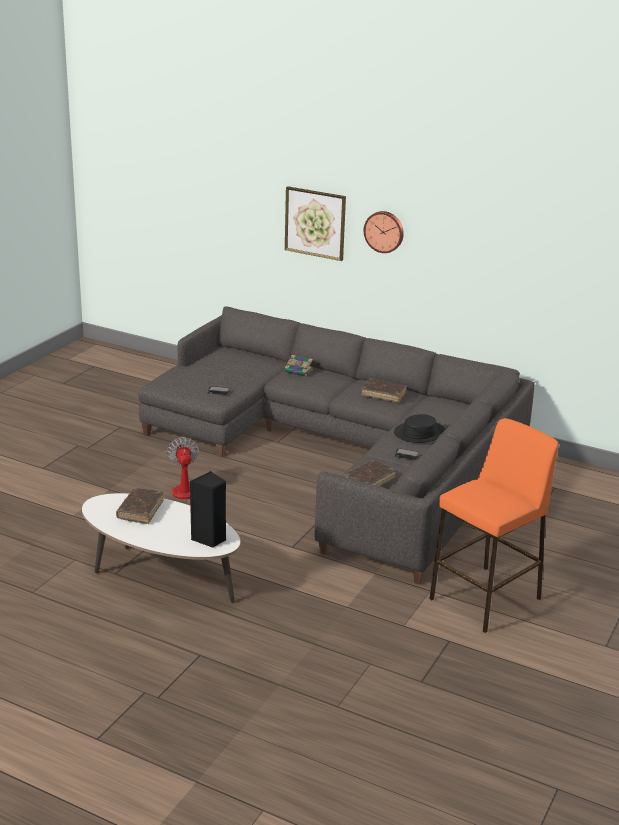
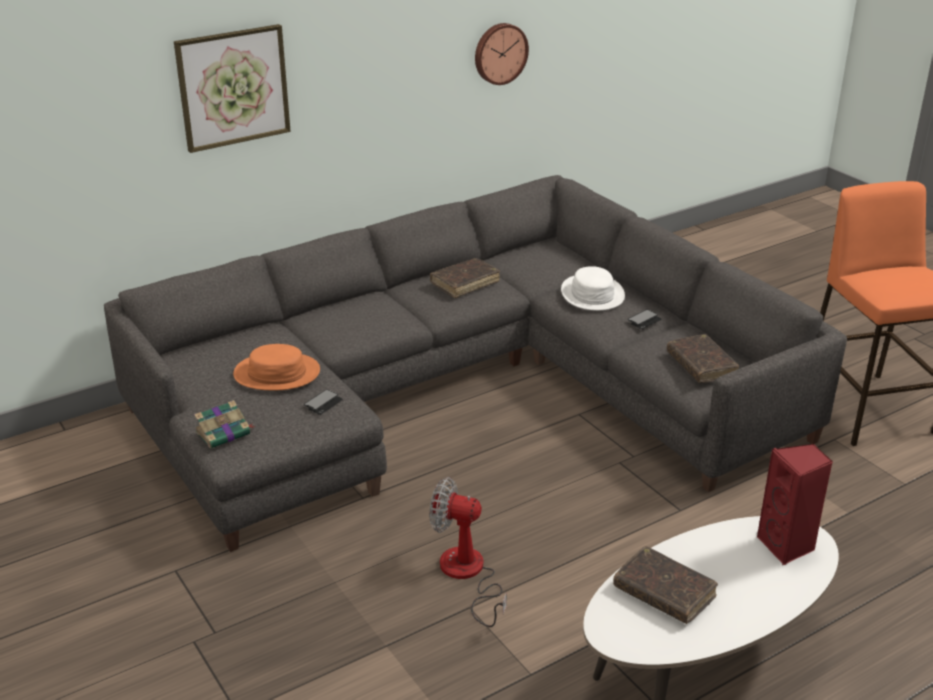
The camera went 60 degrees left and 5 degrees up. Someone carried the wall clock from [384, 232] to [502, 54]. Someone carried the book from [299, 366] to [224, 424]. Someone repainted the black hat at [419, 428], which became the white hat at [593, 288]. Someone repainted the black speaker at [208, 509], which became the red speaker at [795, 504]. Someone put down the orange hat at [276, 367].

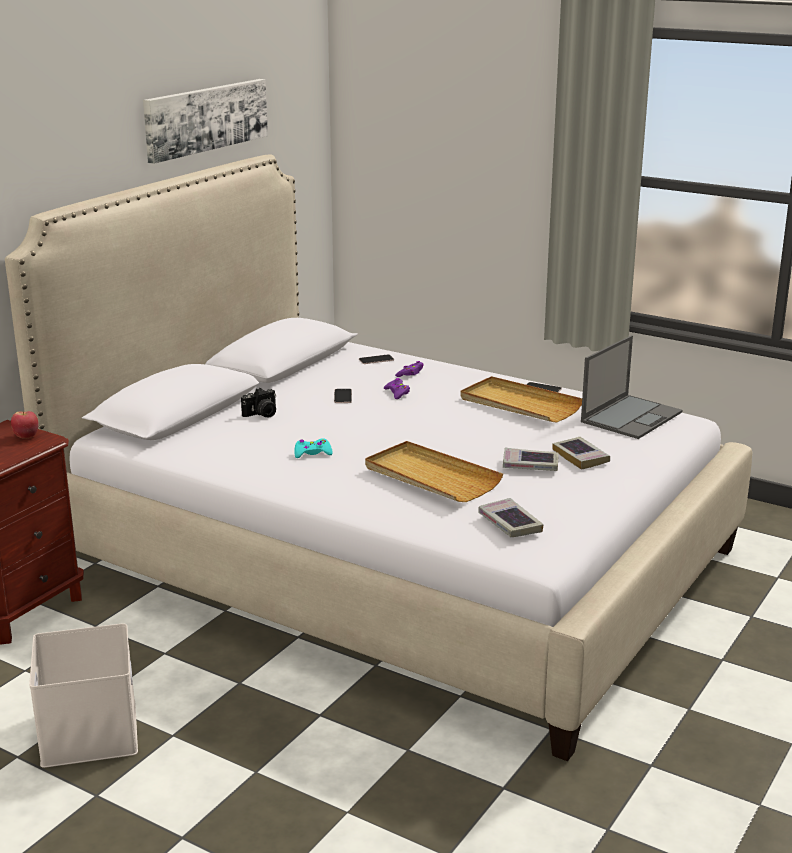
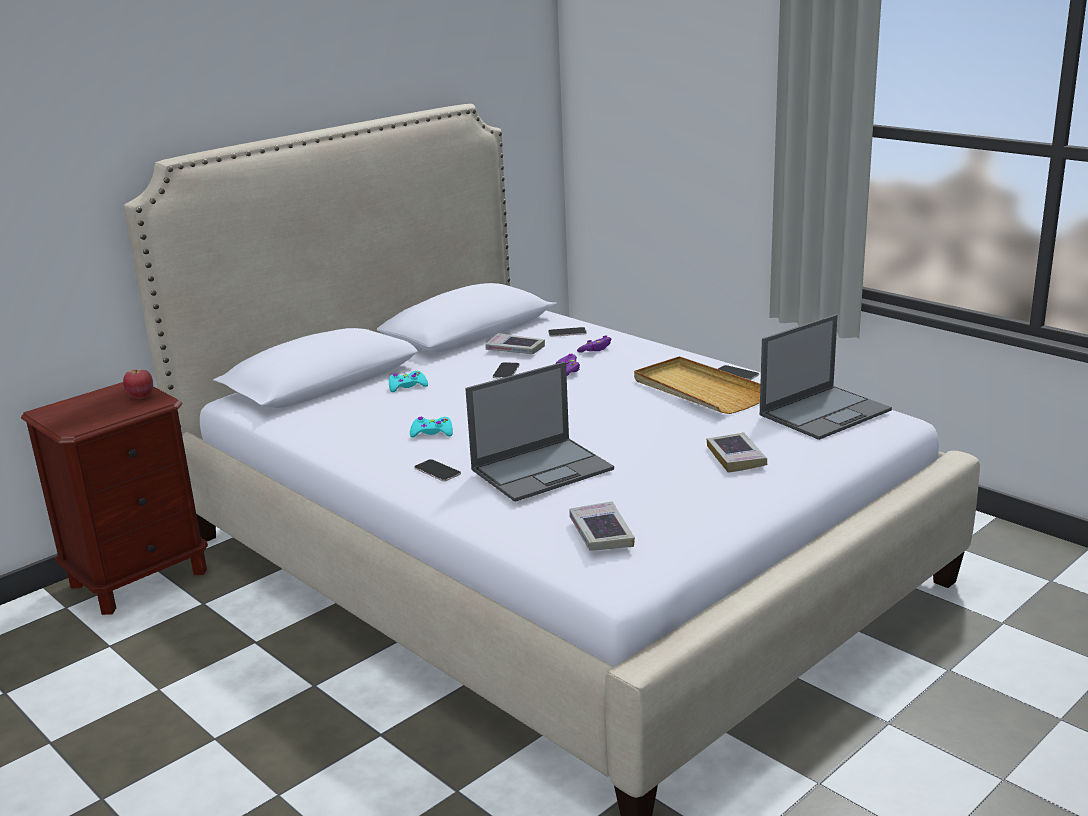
The camera went 15 degrees right and 0 degrees up. Someone took away the picture at [205, 121]. Someone swapped the photo camera at [258, 403] for the turquoise game controller at [408, 381]. Someone swapped the beige tray at [434, 471] for the laptop at [539, 432]. Someone carried the book from [531, 459] to [515, 343]. Someone took away the white storage box at [83, 695]. Someone put down the phone at [437, 470].

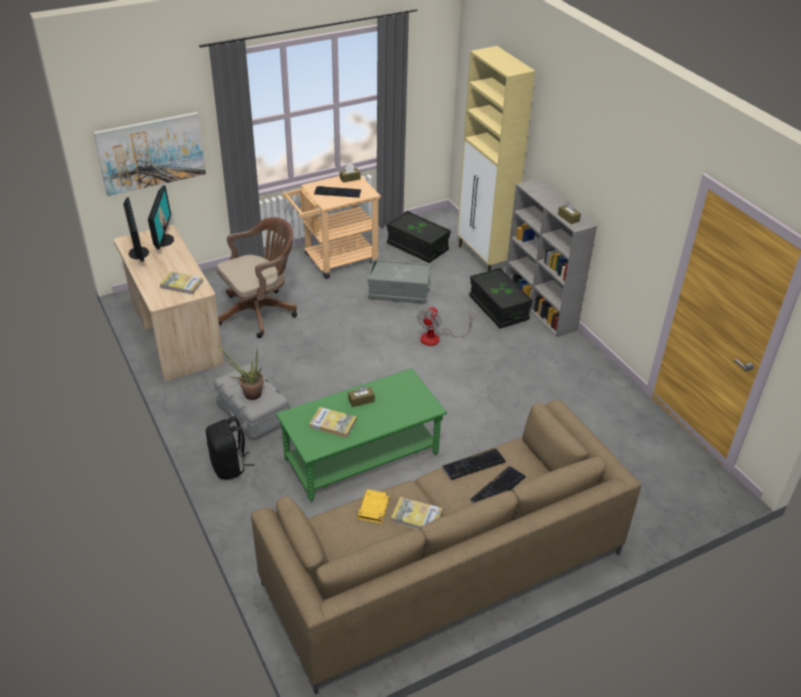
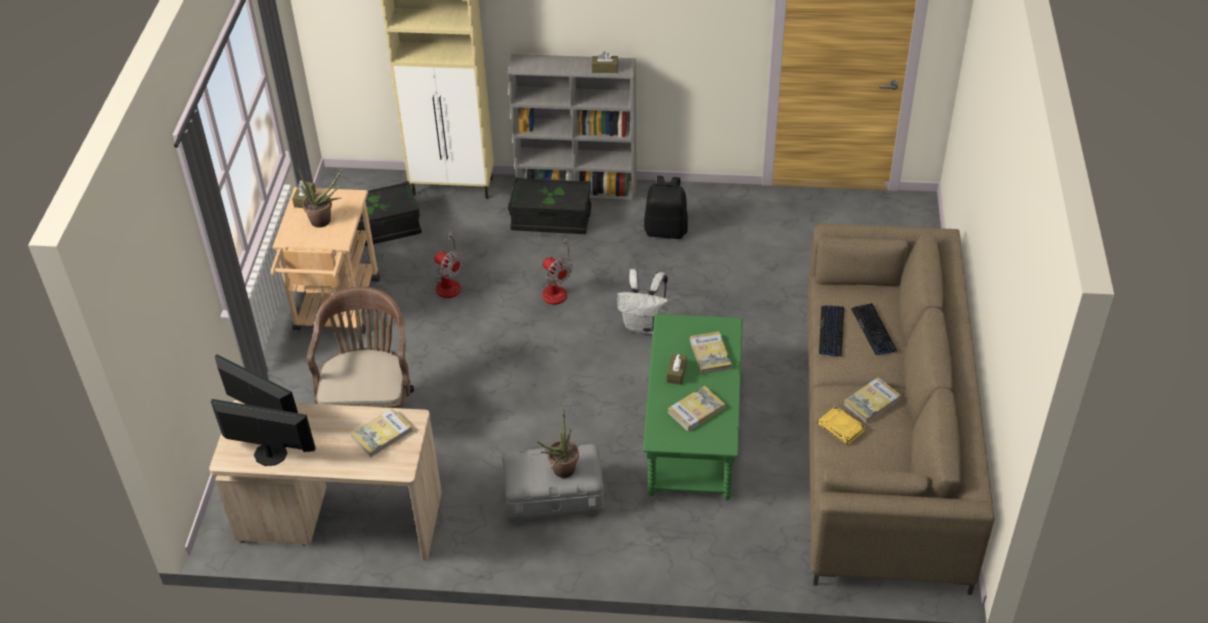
The camera went 55 degrees left and 5 degrees up. Someone took away the picture at [150, 154]. Someone swapped the keyboard at [337, 192] for the potted plant at [320, 196]. Someone swapped the grey storage box at [399, 281] for the fan at [449, 264]. Someone carried the black backpack from [230, 448] to [666, 207]. Someone put down the white backpack at [642, 301]. Someone put down the book at [711, 352].

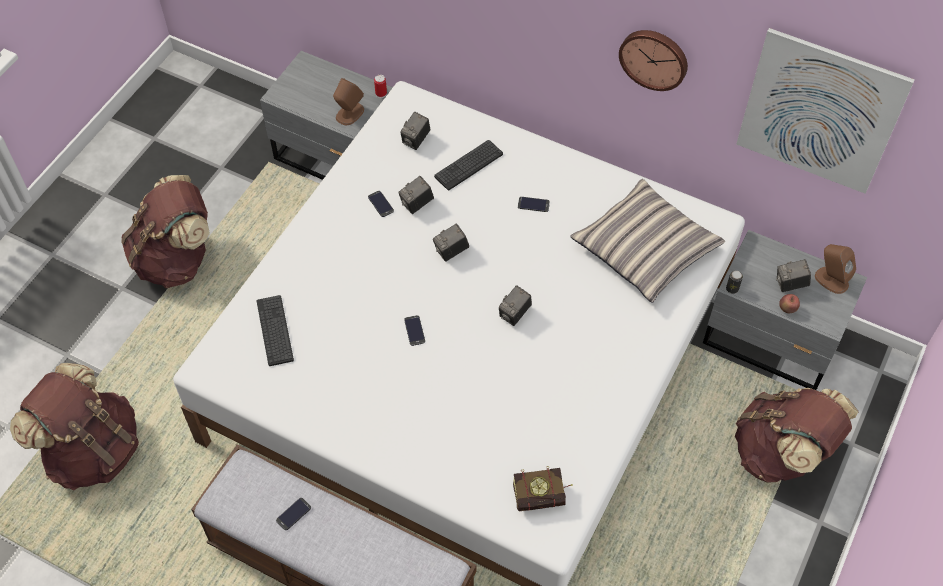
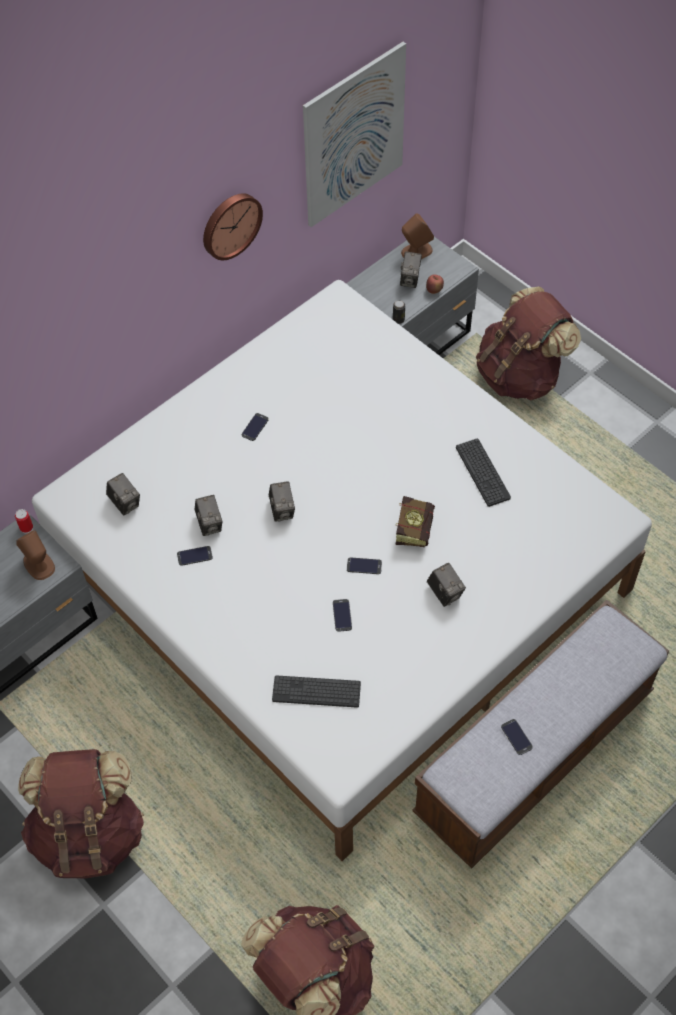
The camera went 70 degrees left and 0 degrees up. Someone carried the keyboard from [468, 165] to [483, 472]. Someone took away the pillow at [647, 241]. Someone carried the photo camera from [515, 305] to [446, 585]. Someone carried the book from [543, 489] to [415, 521]. Someone put down the phone at [342, 615].

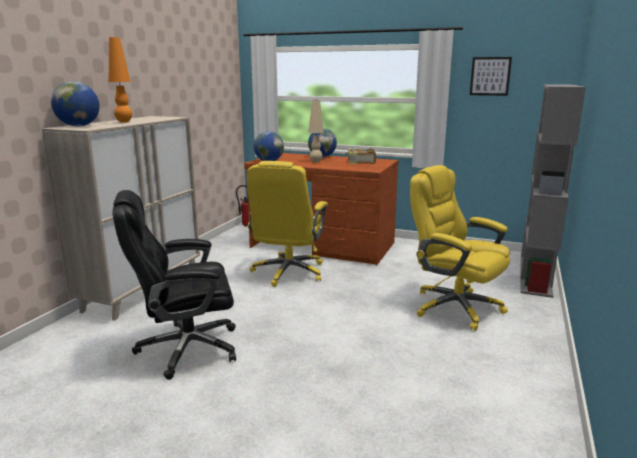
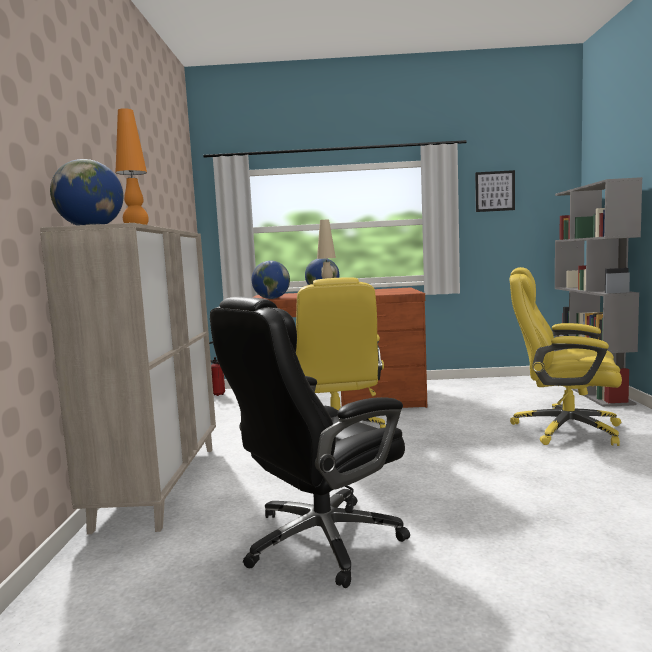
The camera went 20 degrees left and 10 degrees down. Someone took away the book at [359, 156].

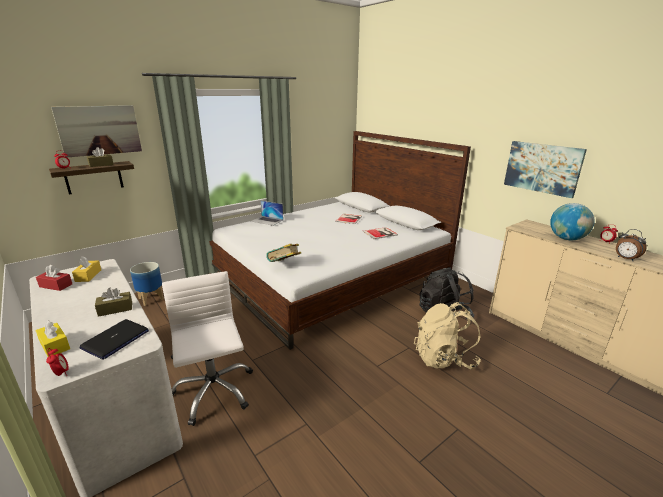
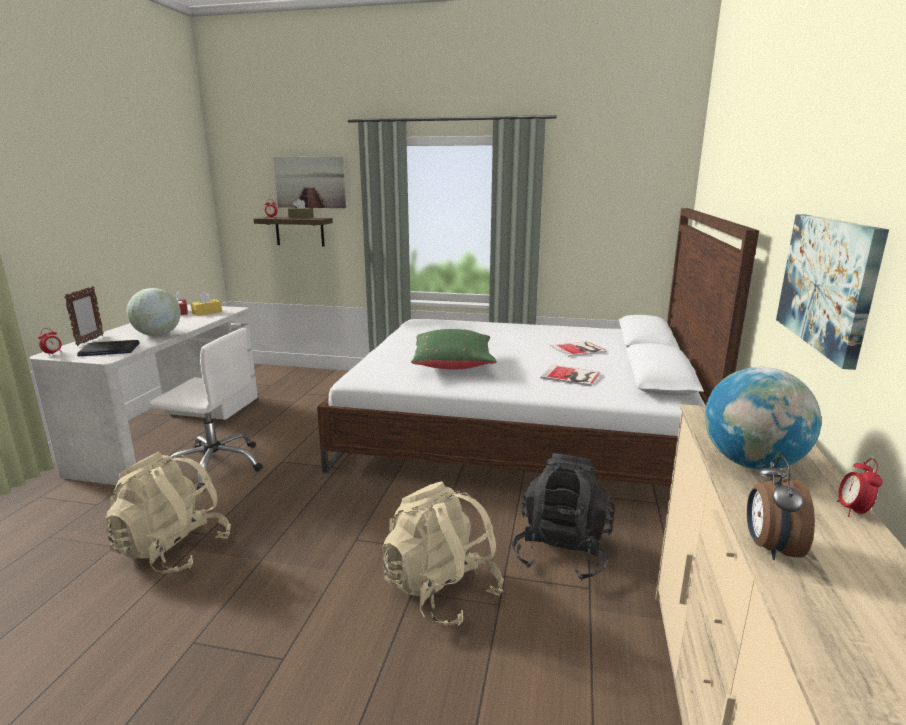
The camera went 50 degrees right and 5 degrees down. Someone took away the laptop at [267, 213]. Someone took away the book at [283, 253]. Someone took away the planter at [147, 284]. Someone rotated the white office chair at [207, 348] by 75 degrees clockwise. Someone swapped the brown tissue box at [113, 302] for the globe at [154, 312]. Someone swapped the yellow tissue box at [53, 338] for the picture frame at [84, 316]. Someone put down the green pillow at [454, 349]. Someone put down the beige backpack at [168, 513].

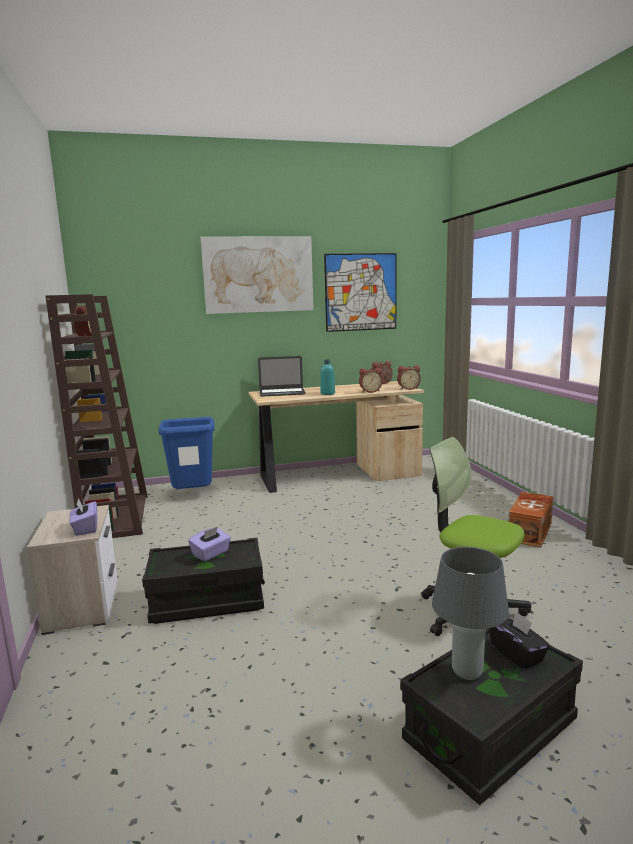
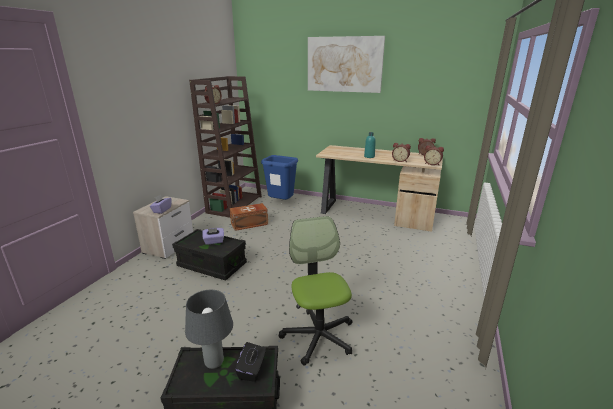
The camera went 35 degrees right and 10 degrees up. Someone took away the picture at [360, 292]. Someone took away the laptop at [282, 376]. Someone carried the brown storage box from [530, 520] to [249, 217].

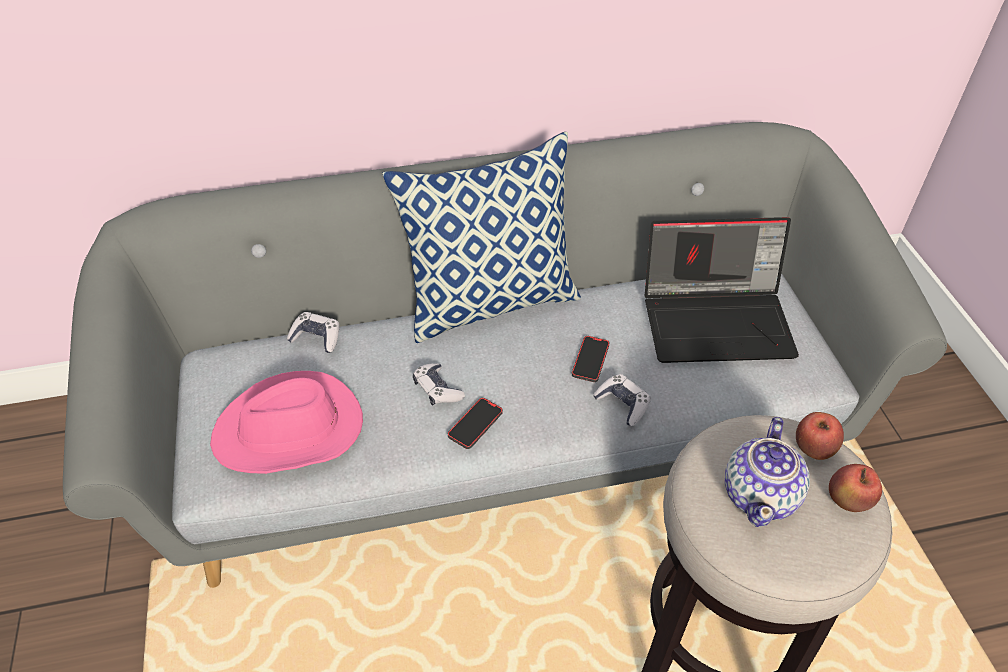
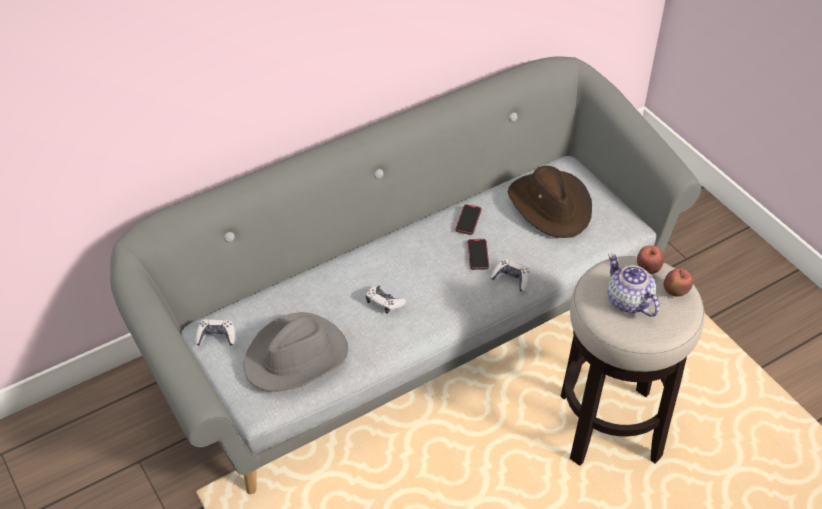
The camera went 20 degrees left and 0 degrees up. Someone took away the pillow at [481, 237]. Someone swapped the laptop at [722, 290] for the brown hat at [550, 202]. Someone carried the game controller from [313, 332] to [215, 332]. Someone repainted the pink hat at [286, 422], which became the grey hat at [295, 352]. Someone carried the phone from [475, 423] to [468, 219]. Someone rotated the teapot at [767, 472] by 150 degrees clockwise.

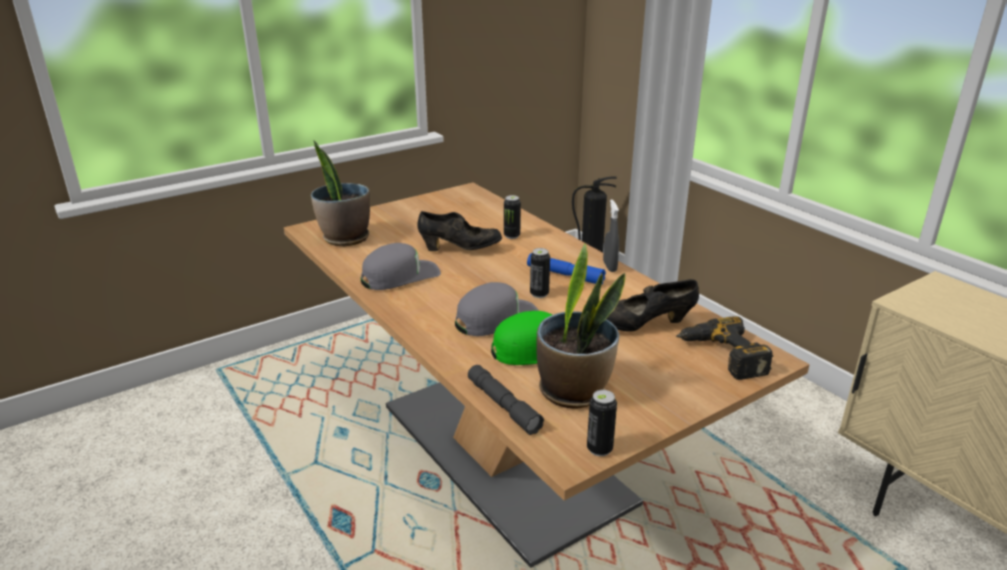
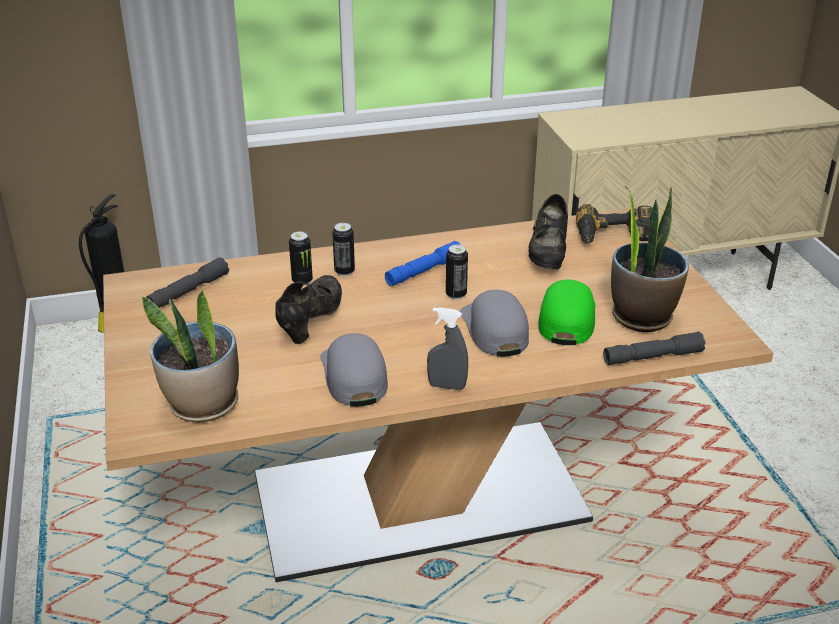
The camera went 70 degrees left and 5 degrees up. Someone carried the grey spray bottle from [611, 235] to [447, 348]. Someone carried the can from [602, 423] to [343, 249]. Someone put down the grey flashlight at [187, 282].

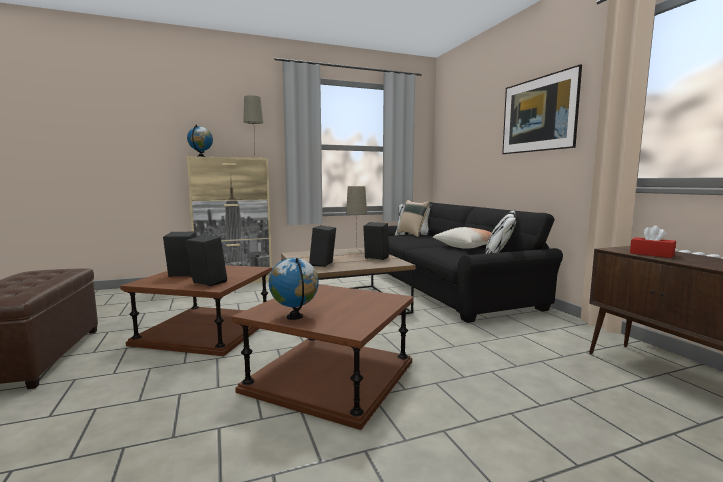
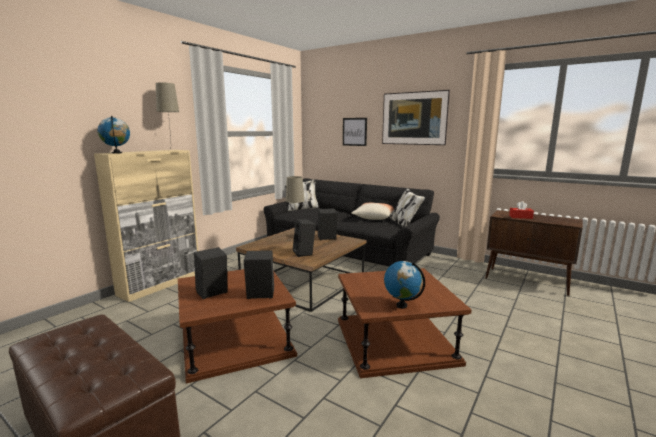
The camera went 35 degrees left and 5 degrees up. Someone took away the beige pillow at [414, 218]. Someone put up the picture at [355, 132].

